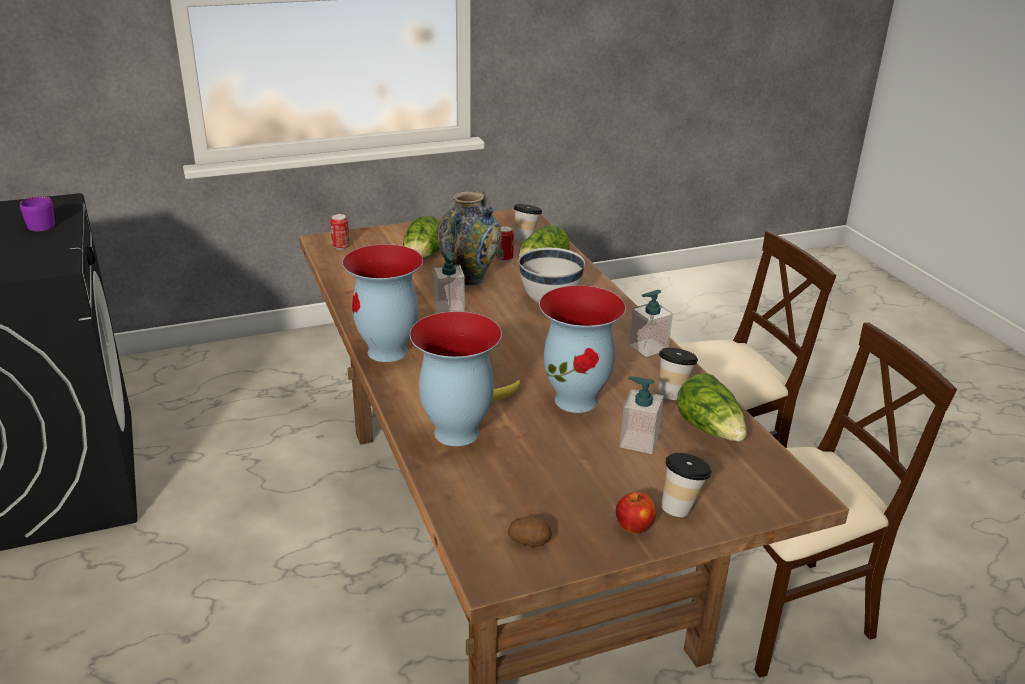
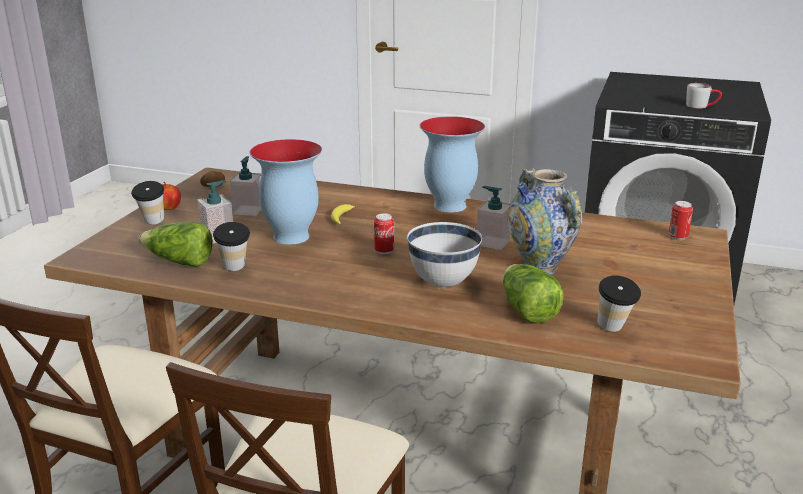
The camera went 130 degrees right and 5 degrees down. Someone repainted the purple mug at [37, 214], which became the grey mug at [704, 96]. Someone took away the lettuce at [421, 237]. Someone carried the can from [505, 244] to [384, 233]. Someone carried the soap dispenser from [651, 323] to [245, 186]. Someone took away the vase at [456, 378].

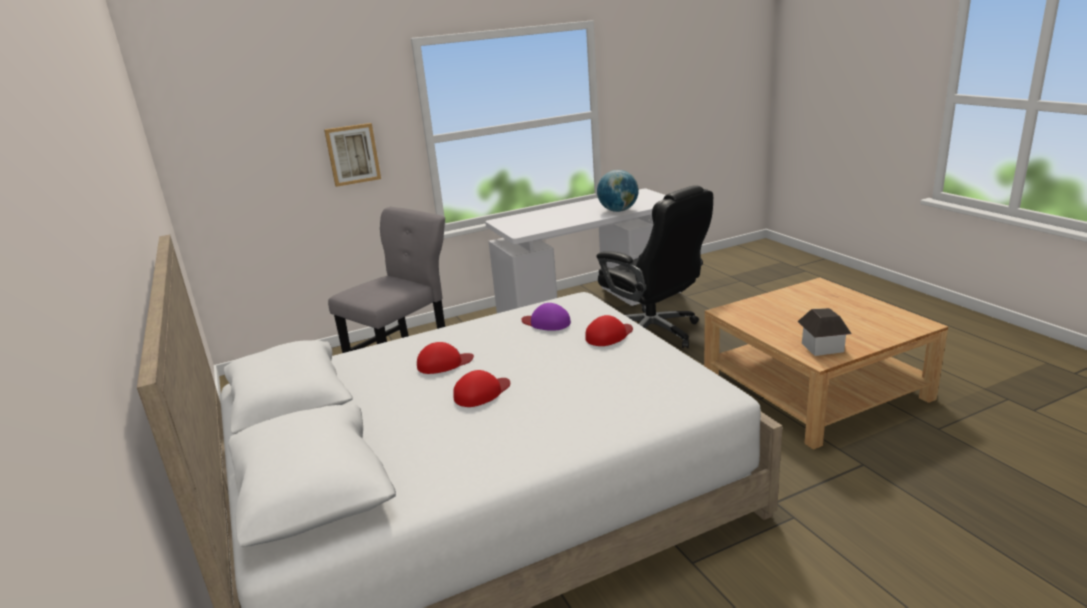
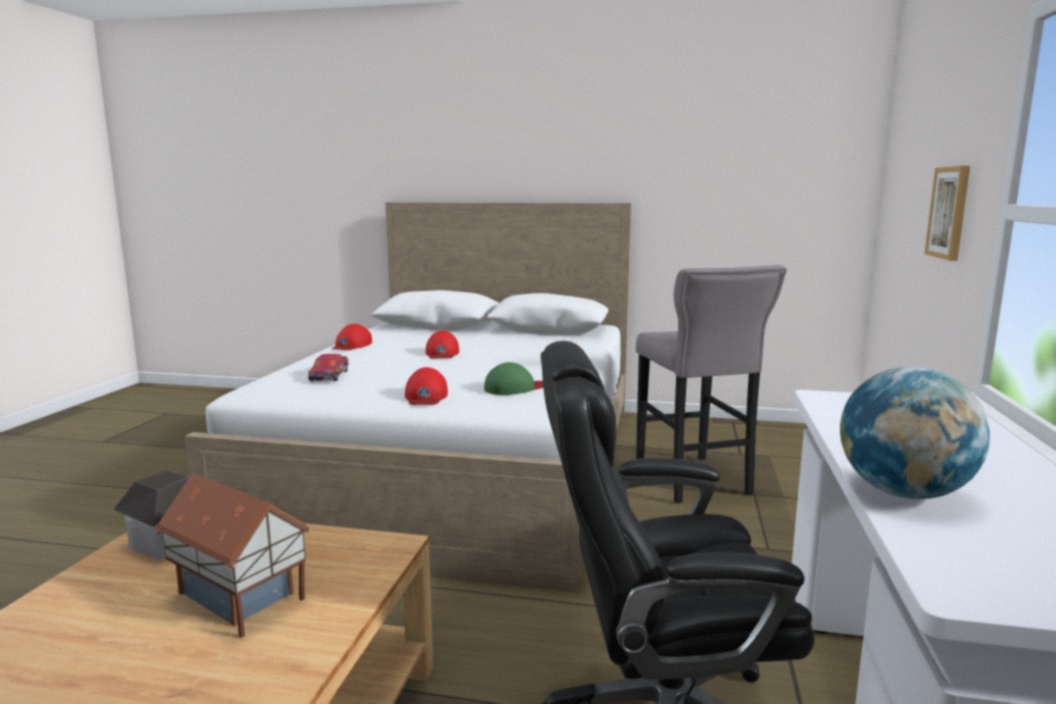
The camera went 125 degrees right and 10 degrees down. Someone repainted the purple cap at [546, 317], which became the green cap at [513, 378]. Someone carried the red cap from [445, 358] to [352, 337]. Someone put down the toy car at [328, 367]. Someone put down the toy house at [233, 555].

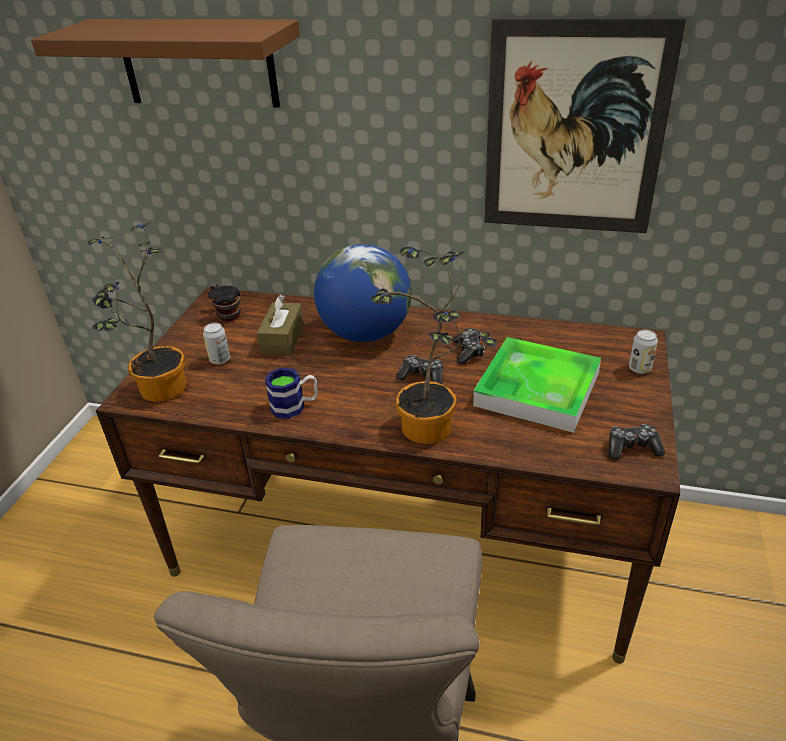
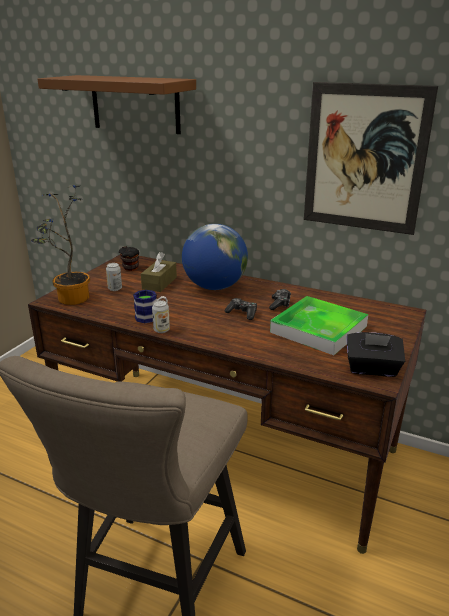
The camera went 10 degrees right and 10 degrees down. Someone took away the potted plant at [434, 345]. Someone carried the can from [643, 352] to [161, 316]. Someone swapped the game controller at [636, 441] for the black tissue box at [375, 354].

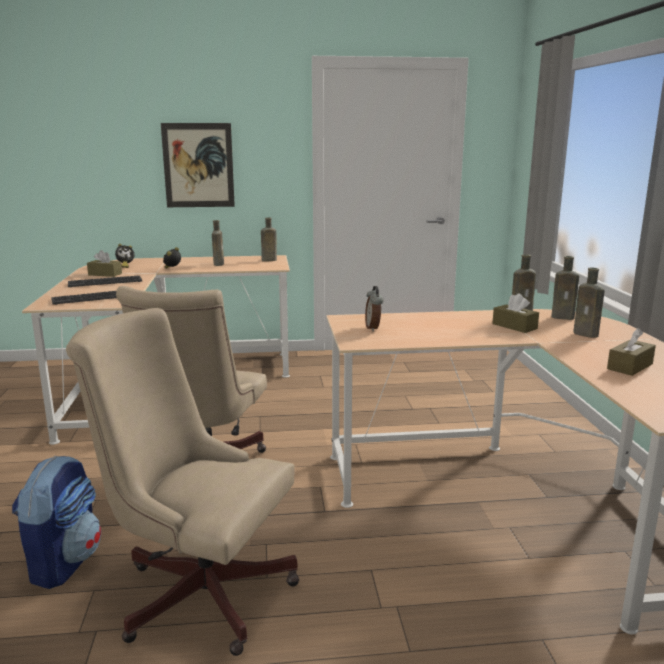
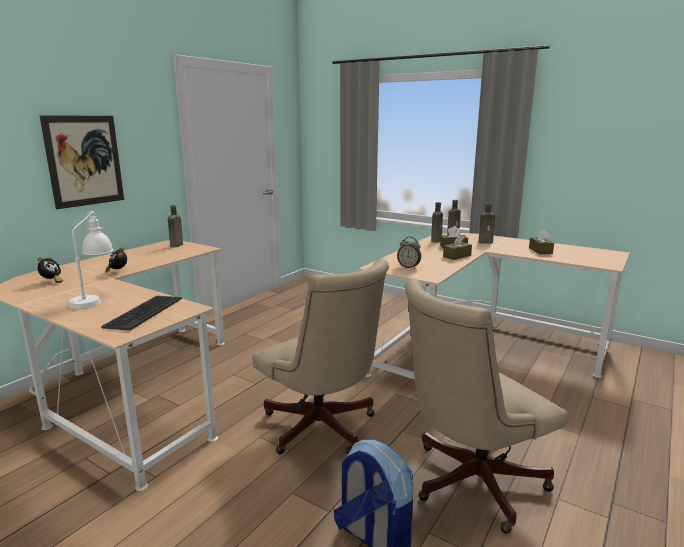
The camera went 50 degrees left and 0 degrees up. Someone took away the brown bottle at [218, 243]. Someone carried the brown tissue box from [104, 263] to [457, 247]. Someone swapped the keyboard at [105, 282] for the white table lamp at [91, 260].

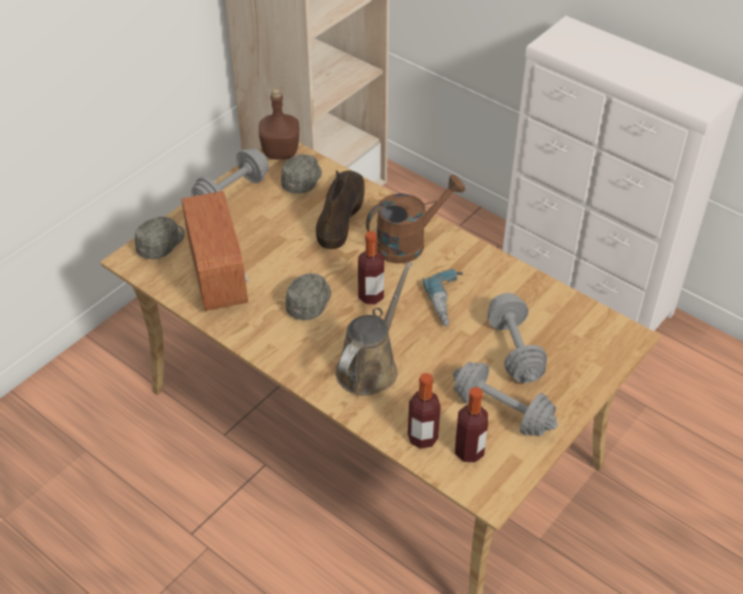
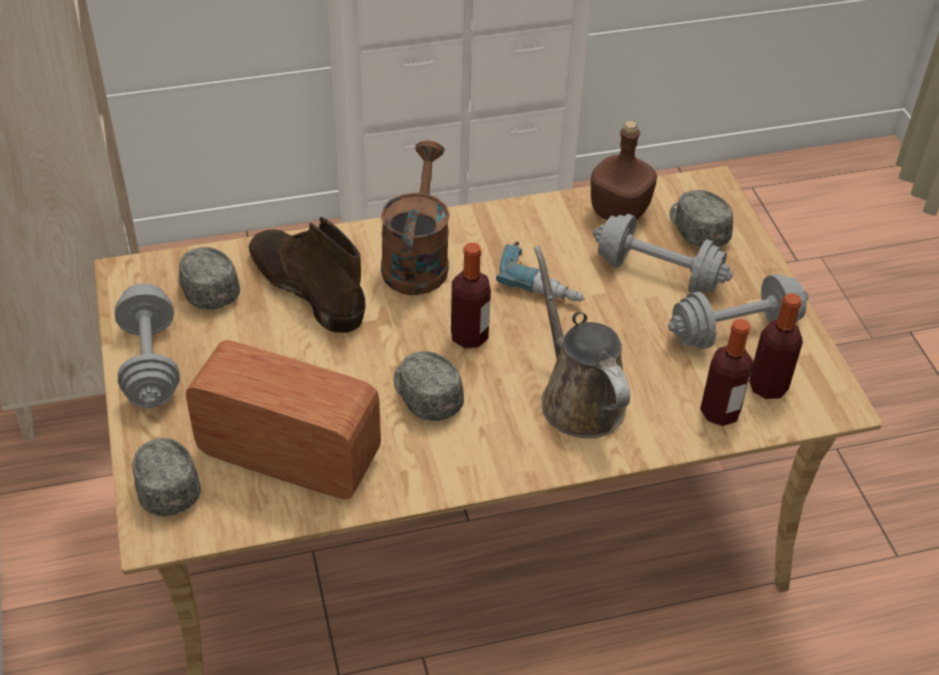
The camera went 55 degrees left and 0 degrees up. Someone carried the brown bottle from [279, 124] to [624, 170]. Someone put down the grey cap at [701, 219].

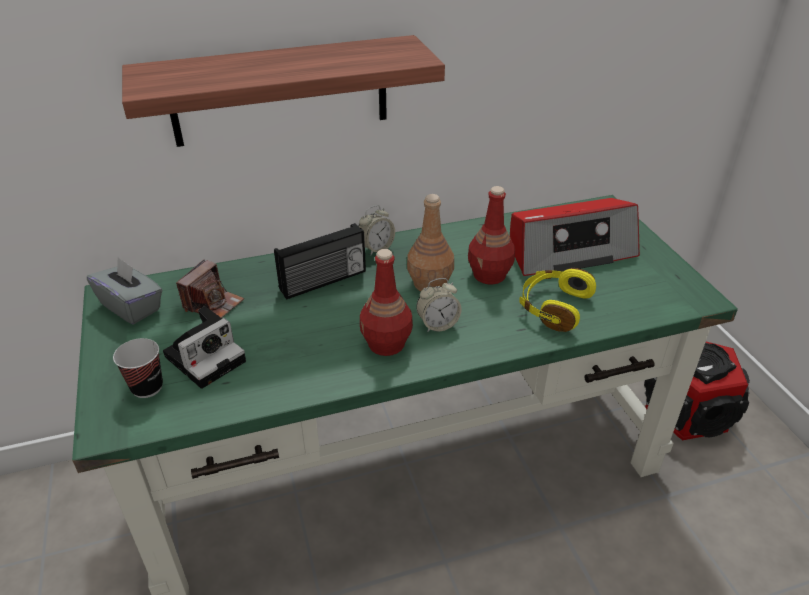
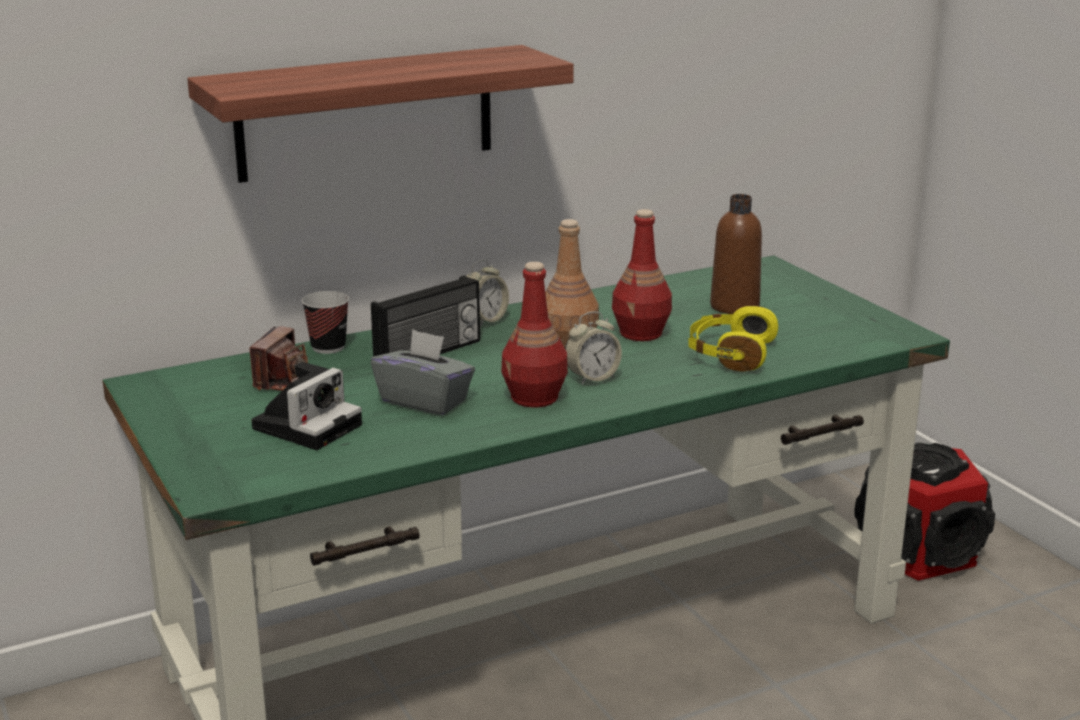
The camera went 10 degrees left and 15 degrees down. Someone swapped the radio at [575, 237] for the brown bottle at [736, 254]. Someone carried the grey tissue box from [124, 290] to [423, 372]. Someone carried the cup from [138, 368] to [325, 322].

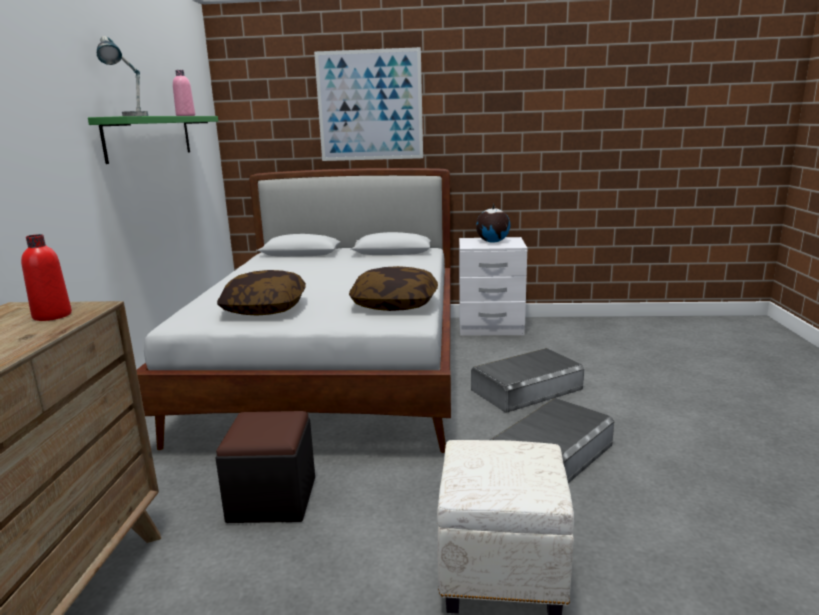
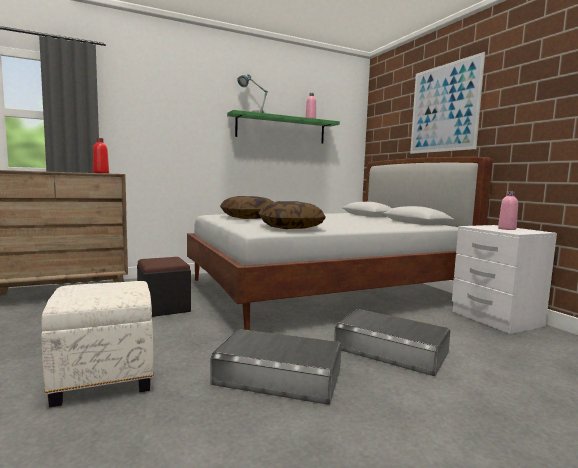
The camera went 60 degrees right and 10 degrees down. Someone swapped the globe at [493, 223] for the pink bottle at [508, 210].

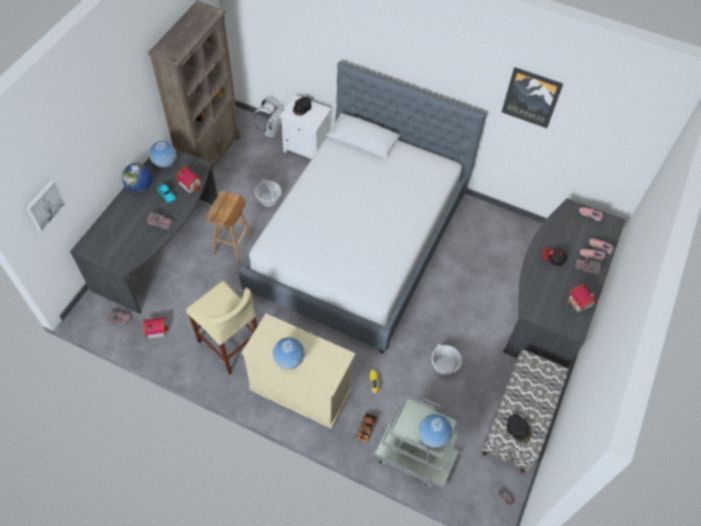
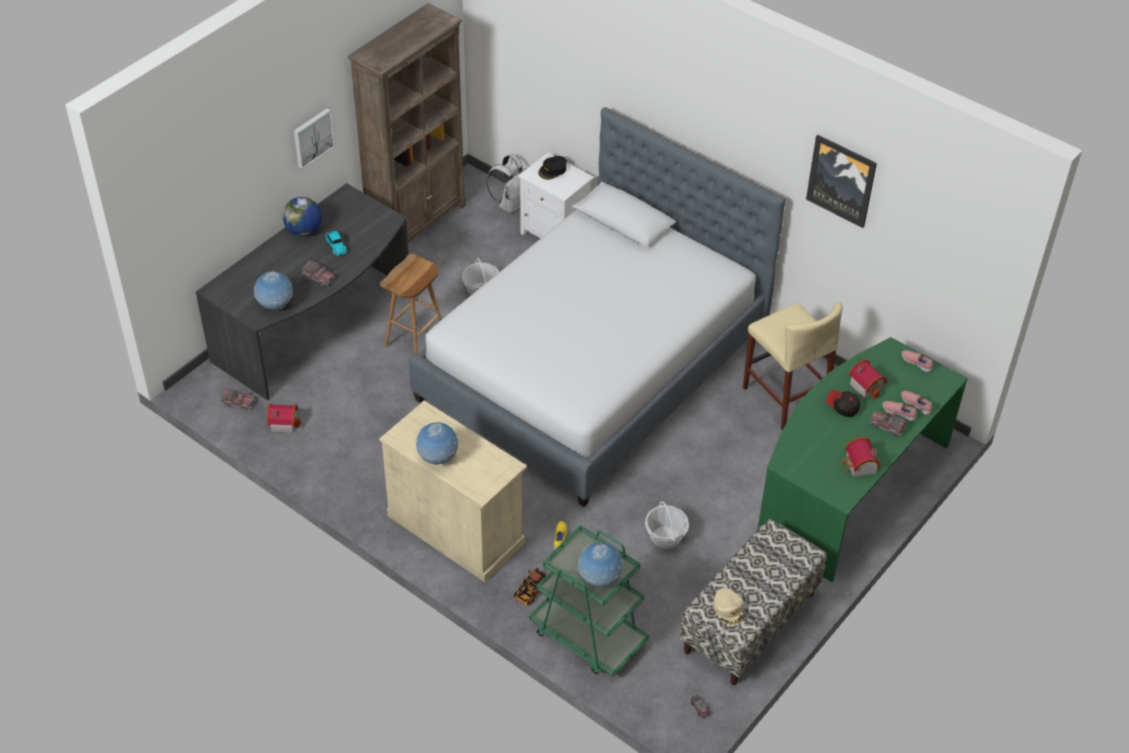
The camera went 15 degrees right and 10 degrees down. Someone carried the globe from [163, 154] to [273, 290]. Someone carried the toy house from [189, 180] to [867, 379]. Someone carried the picture from [46, 206] to [314, 139]. Someone repainted the grey desk at [564, 283], which became the green desk at [862, 459]. Someone carried the beige stool from [222, 328] to [793, 366]. Someone repainted the grey cart at [416, 442], which became the green cart at [589, 601]. Someone repainted the black cap at [519, 428], which became the beige cap at [729, 607].

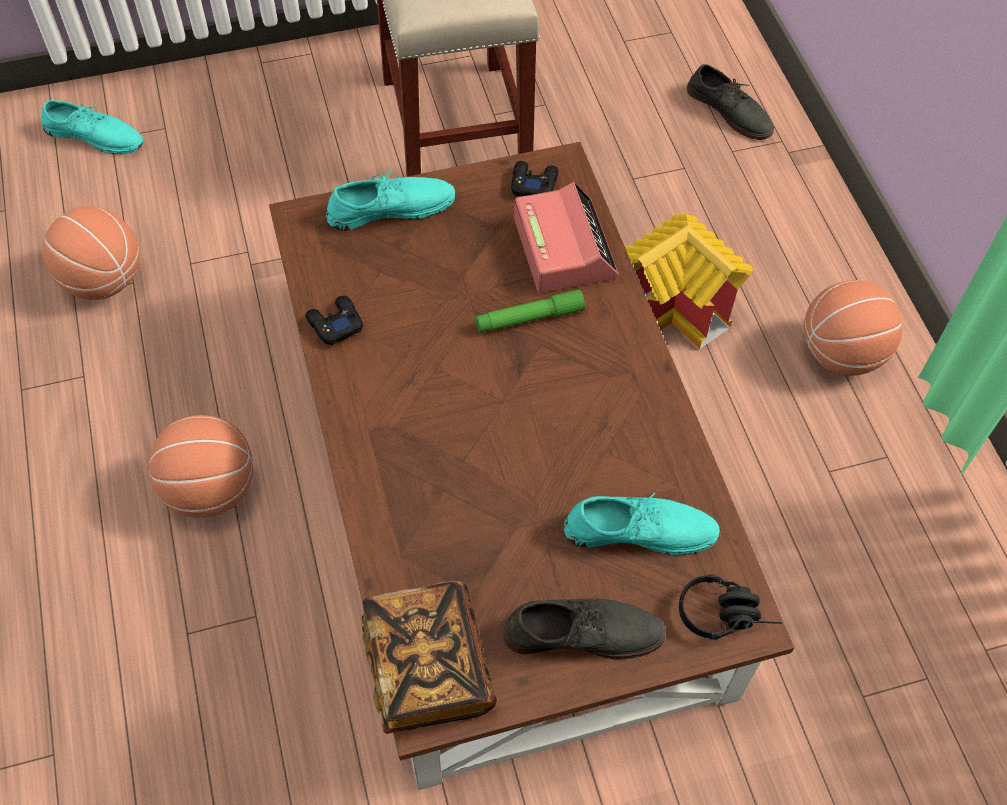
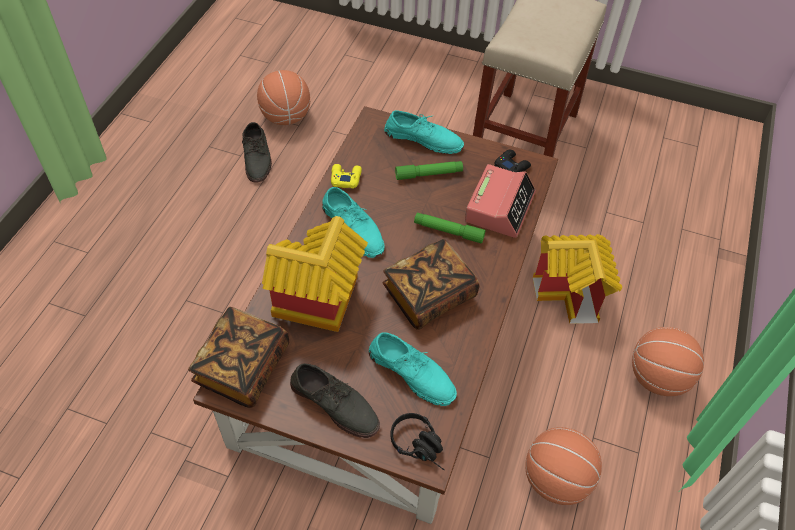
The camera went 35 degrees right and 5 degrees down. Someone carried the grey shoe from [730, 102] to [257, 152]. Someone carried the turquoise shoe from [92, 127] to [353, 222]. Someone repainted the black game controller at [334, 320], which became the yellow game controller at [346, 176]. Someone carried the basketball from [201, 466] to [563, 466]. Someone put down the green flashlight at [429, 170]. Someone put down the toy house at [315, 274]. Someone put down the book at [431, 284].

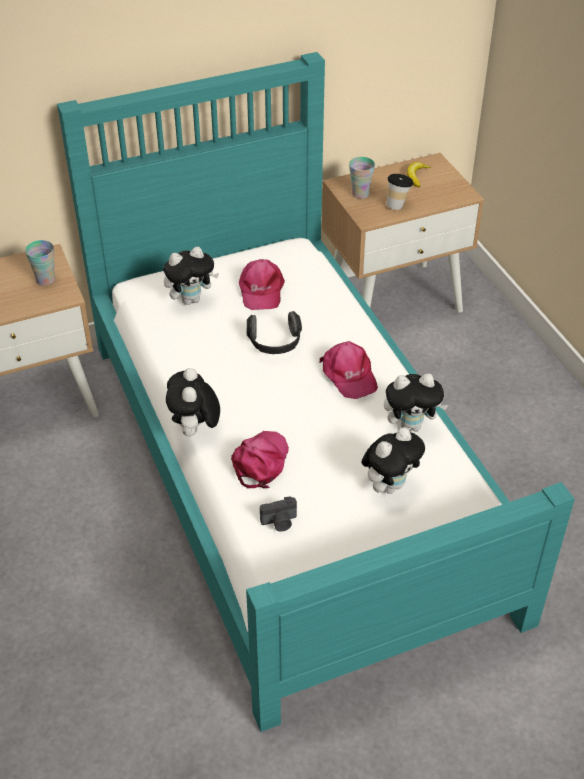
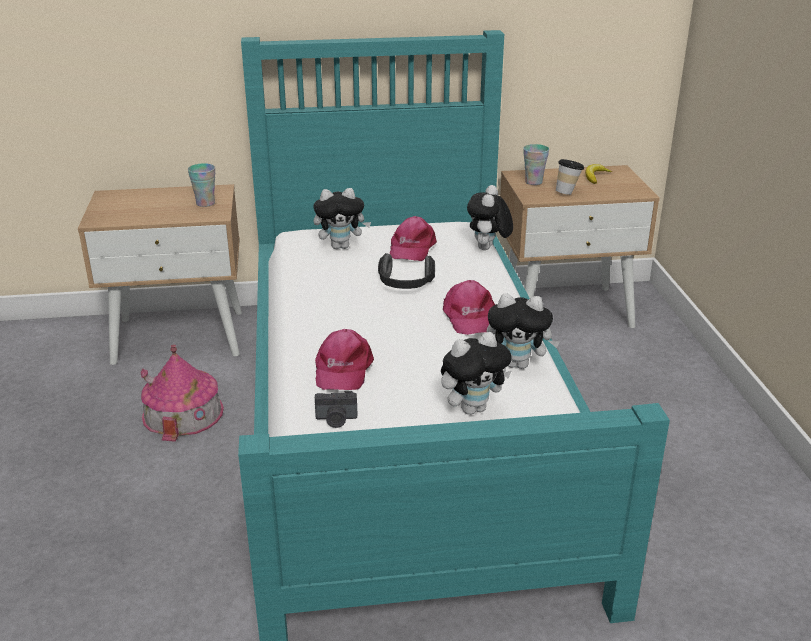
The camera went 15 degrees right and 15 degrees down. Someone carried the plush toy from [193, 402] to [490, 217]. Someone rotated the pink cap at [260, 459] by 150 degrees clockwise. Someone put down the toy house at [182, 393].

